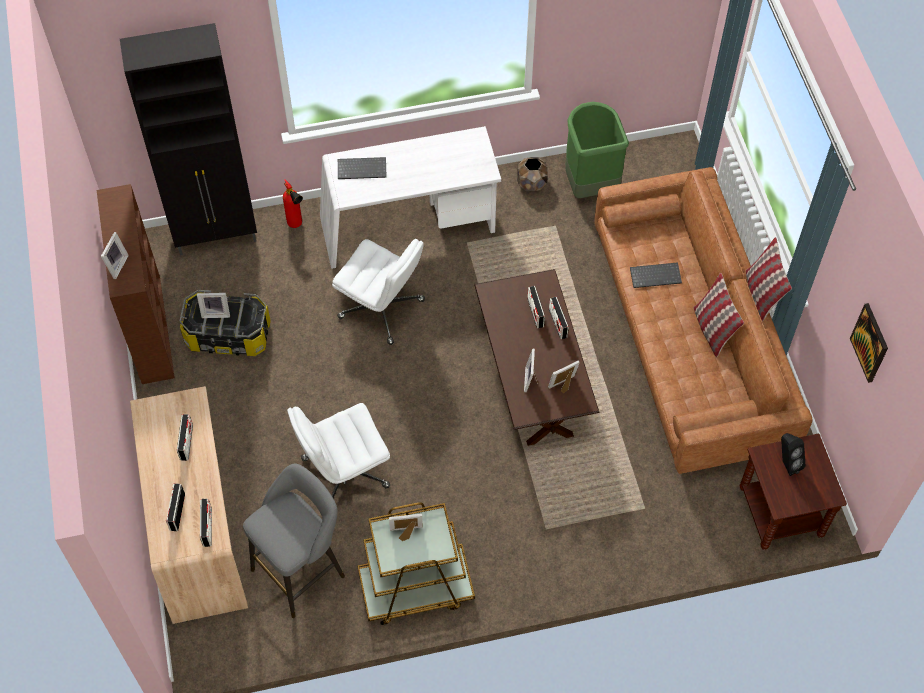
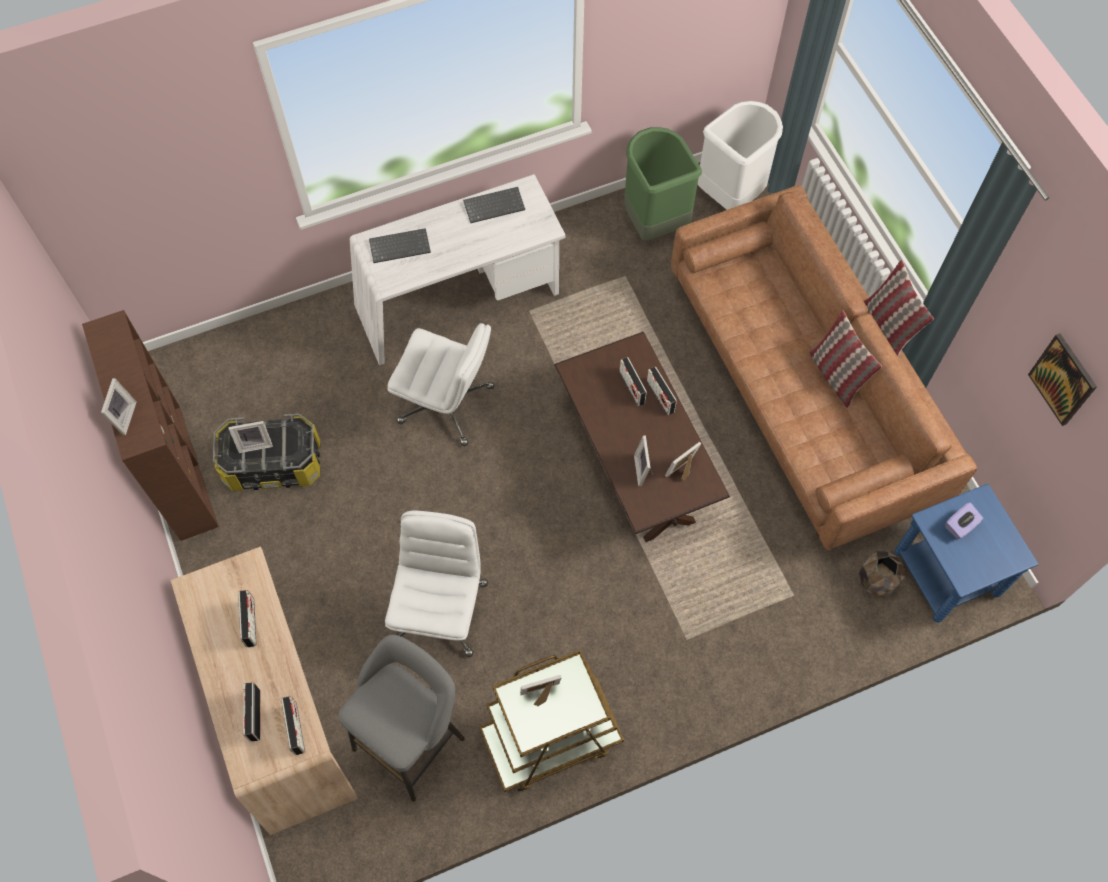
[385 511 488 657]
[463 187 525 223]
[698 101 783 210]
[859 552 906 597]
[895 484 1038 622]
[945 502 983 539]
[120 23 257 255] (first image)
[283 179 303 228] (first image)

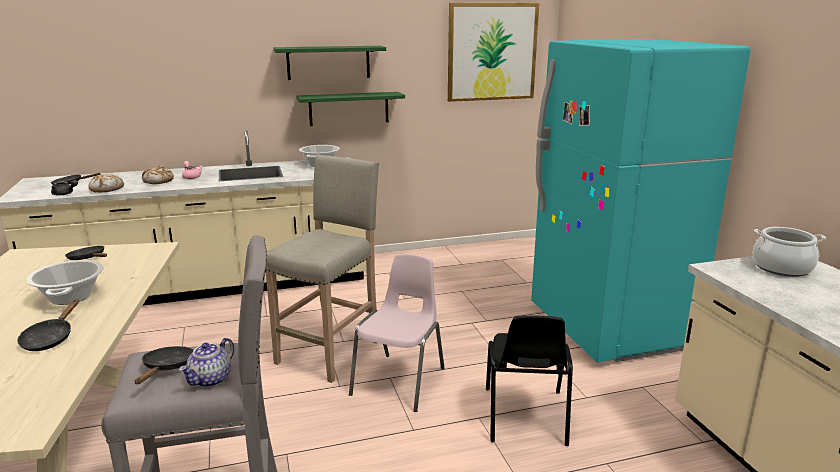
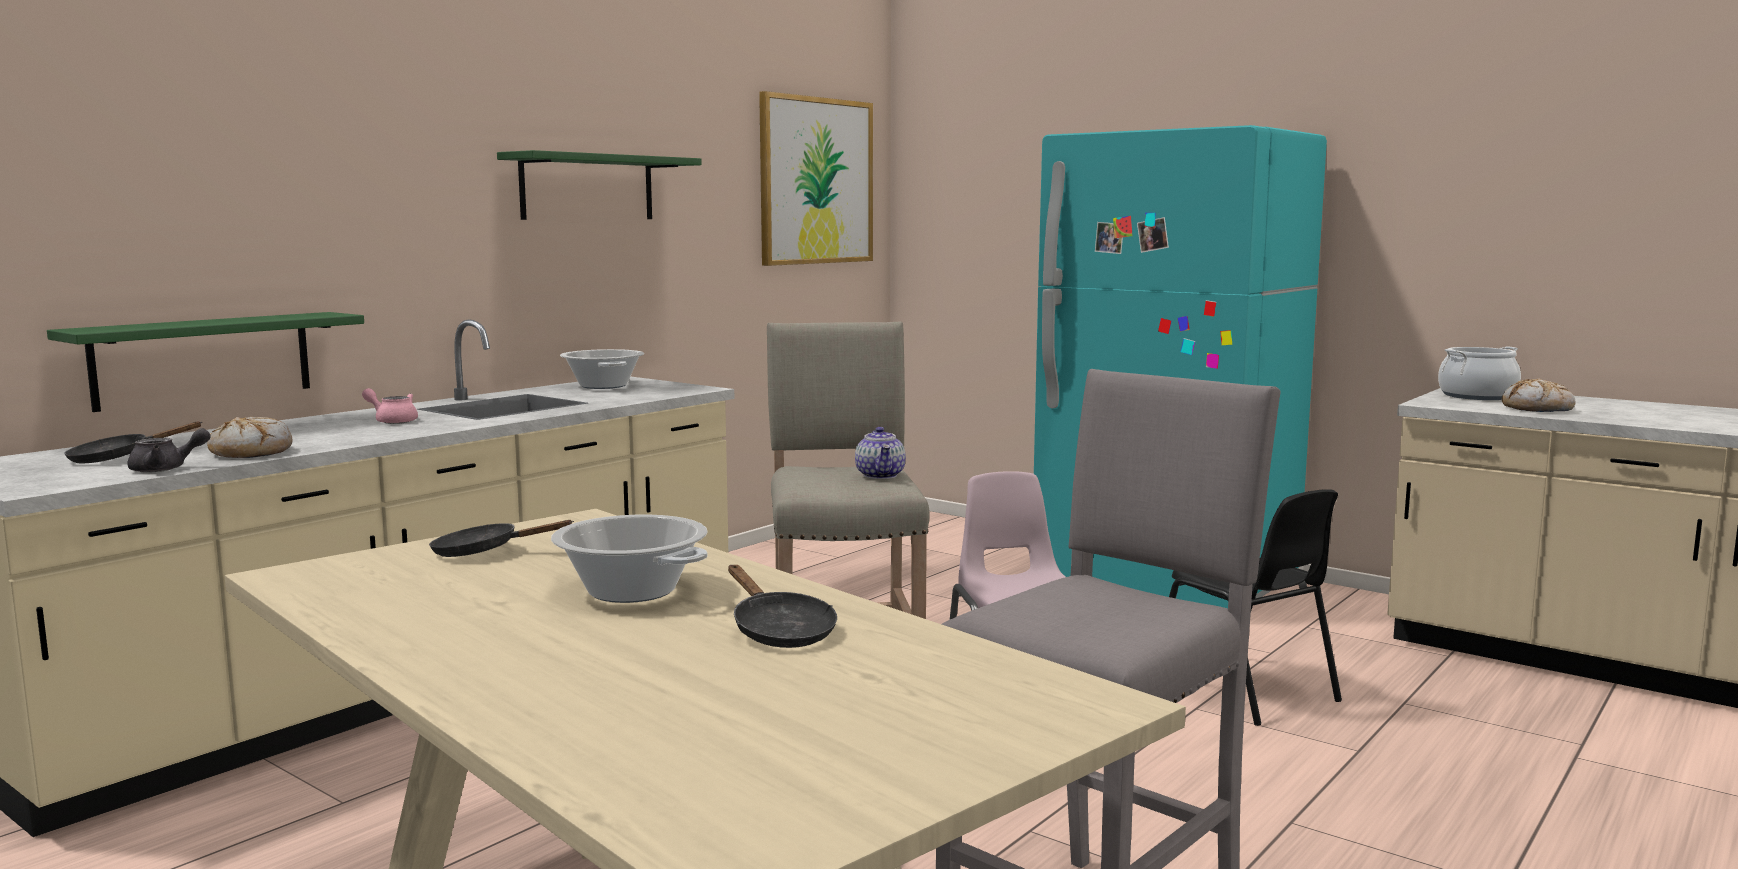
[47 312 364 412]
[855 427 906 479]
[1502 378 1575 412]
[134 346 194 384] (first image)

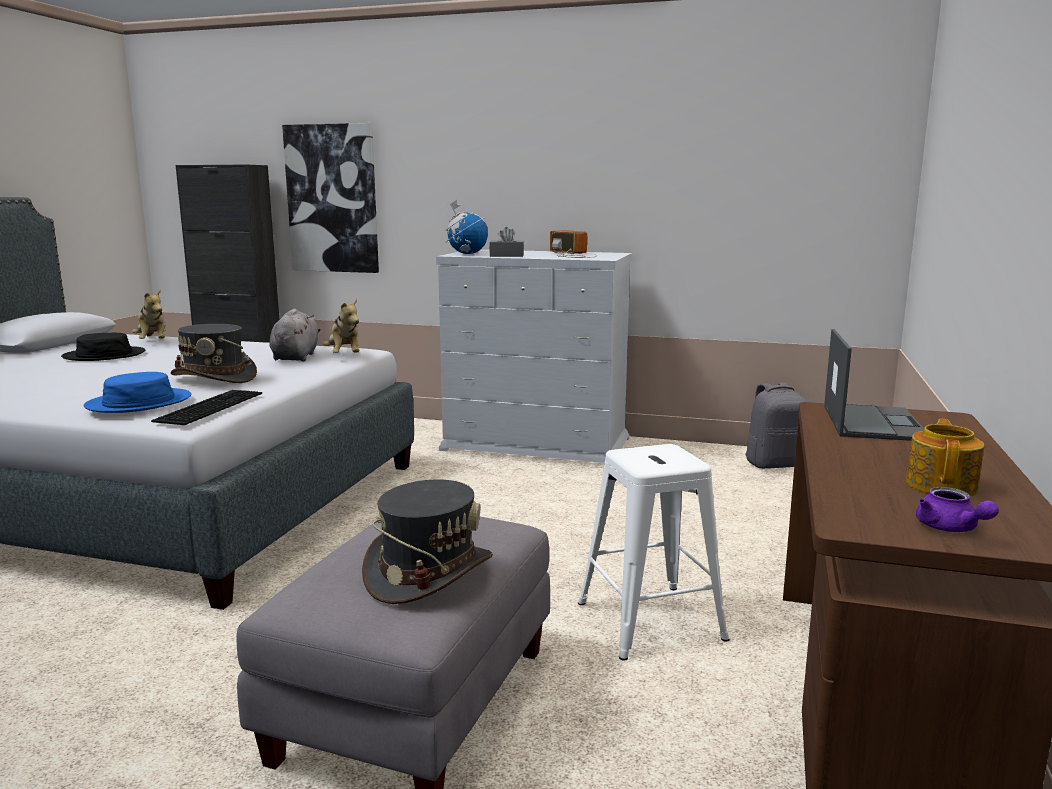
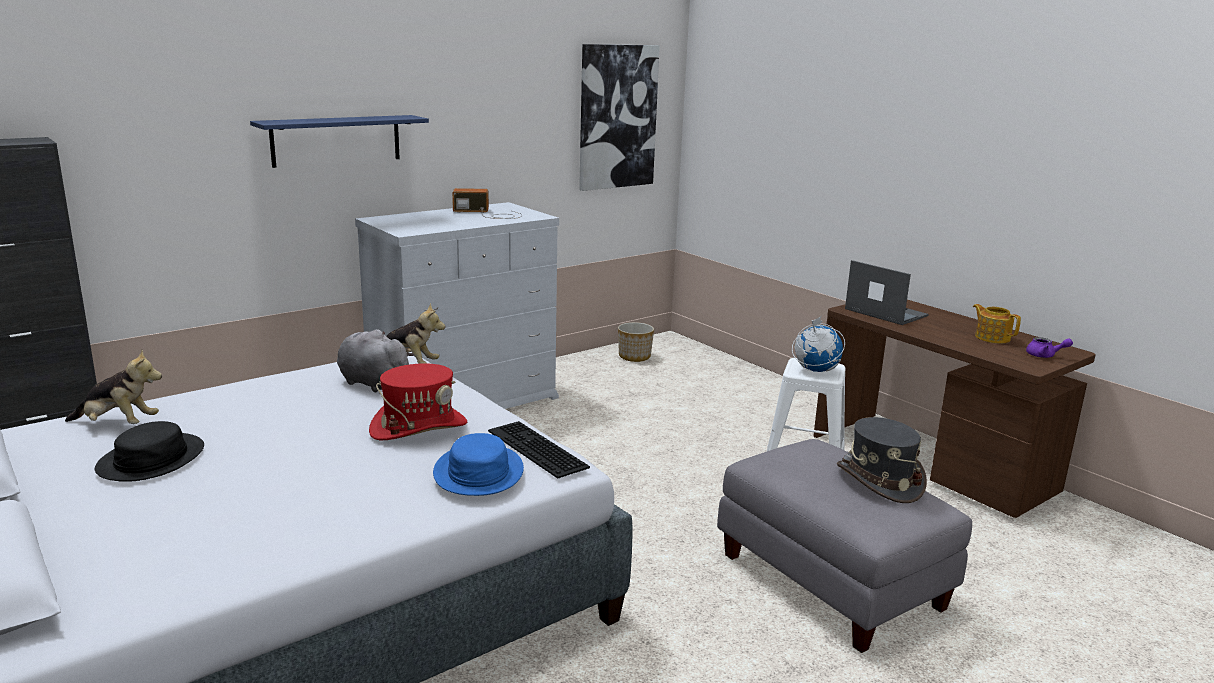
[250 115 429 168]
[369 363 467 441]
[579 44 660 191]
[618 322 654 362]
[792 316 845 372]
[489 227 524 257] (first image)

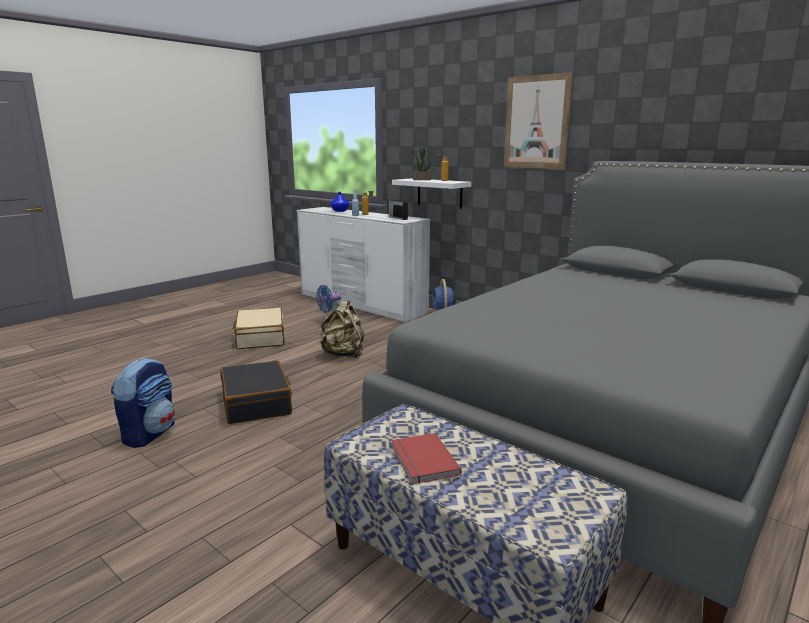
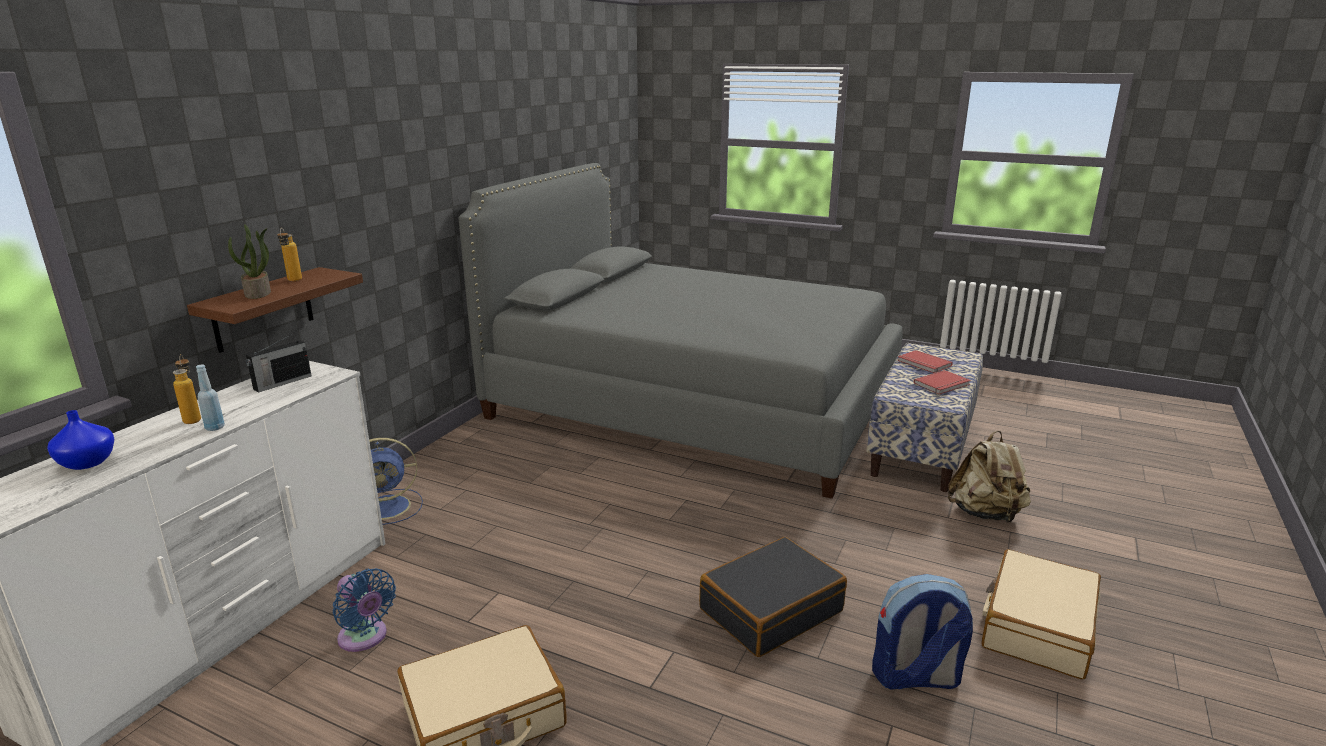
[187 267 363 353]
[897 350 953 373]
[948 431 1031 523]
[981 549 1101 680]
[504 72 573 169] (first image)

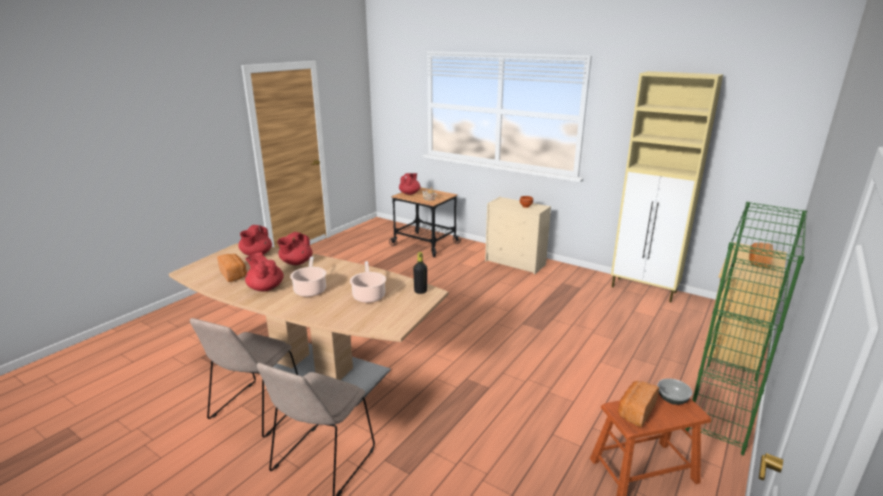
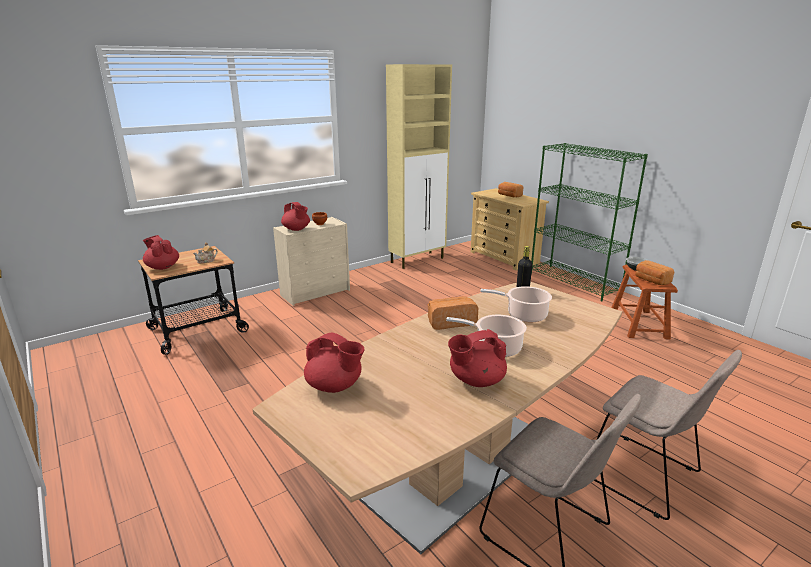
[281 202 310 231]
[428 297 478 330]

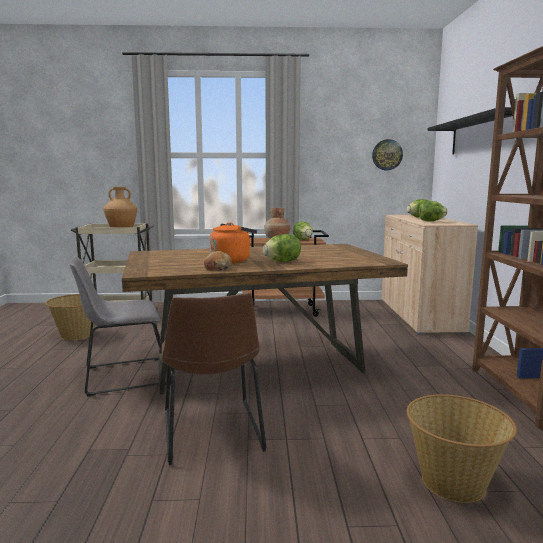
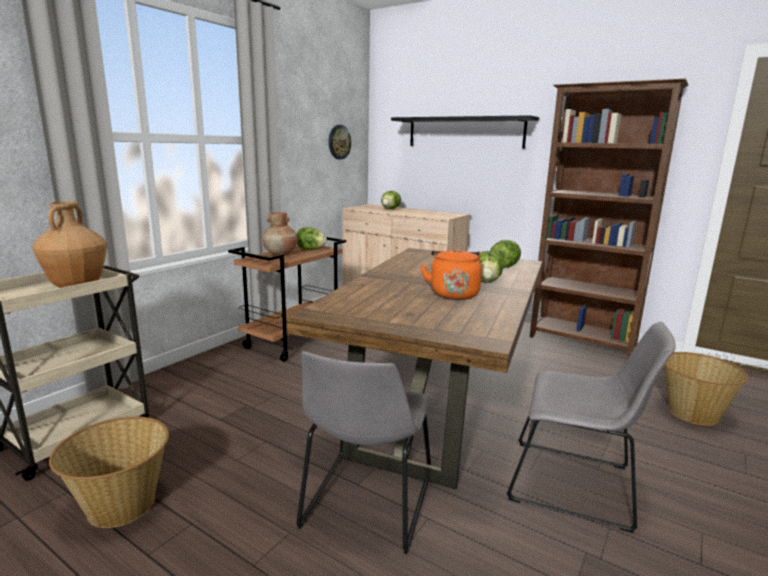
[490 240 521 268]
[507 322 676 533]
[204 251 232 271] (first image)

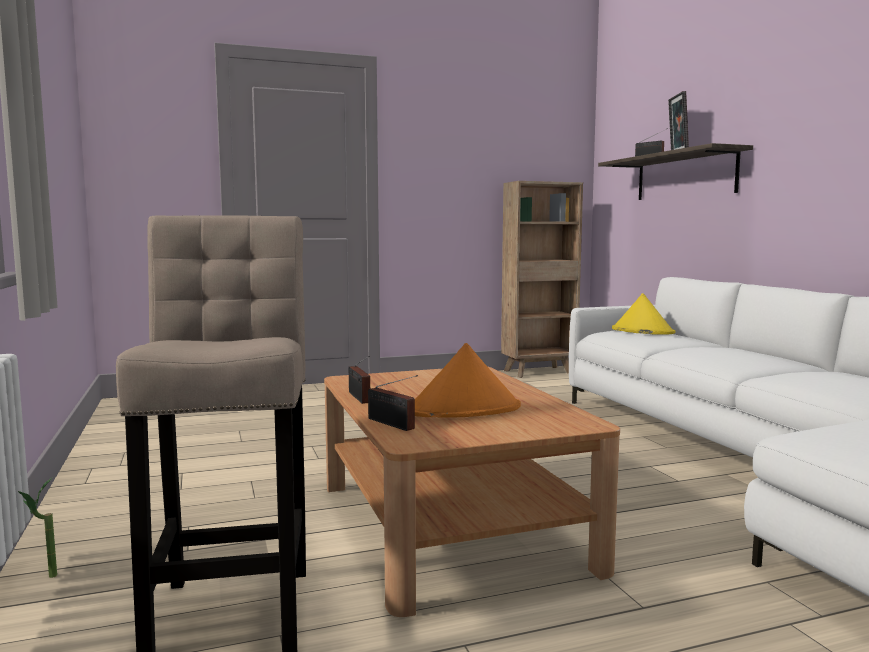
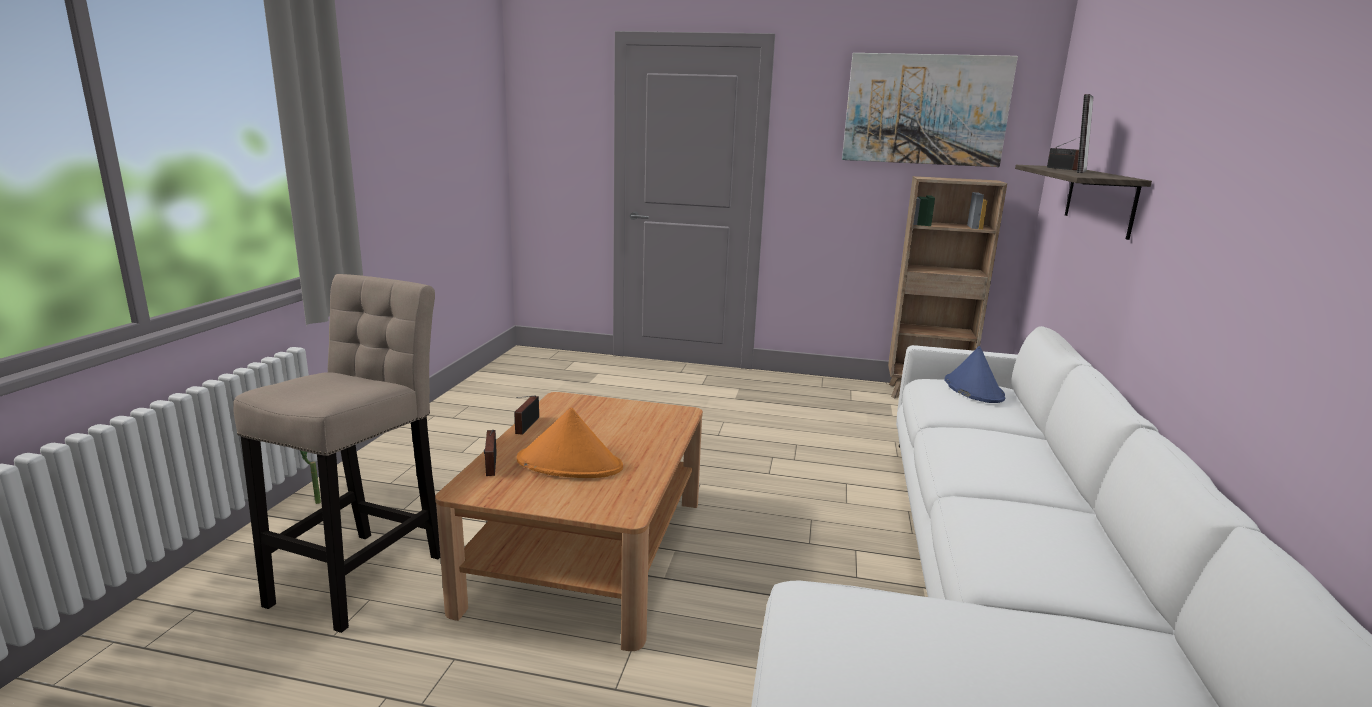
[842 53 1018 167]
[944 346 1006 403]

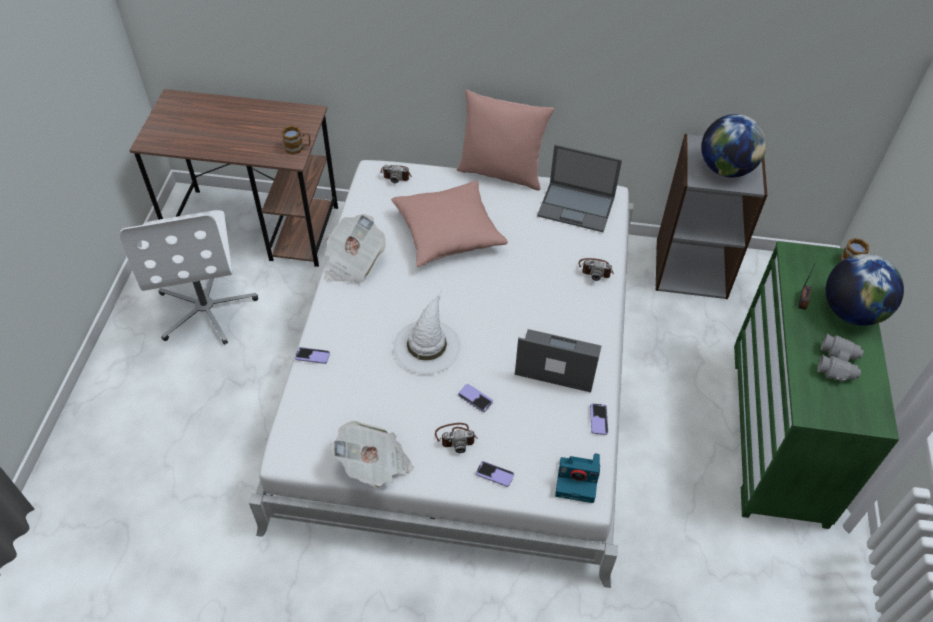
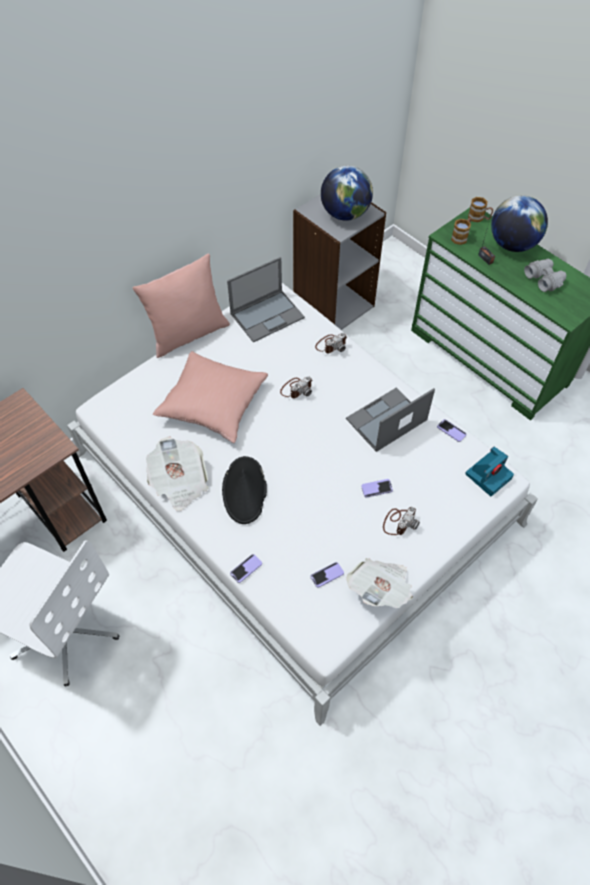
[222 456 267 524]
[280 376 312 399]
[310 562 344 588]
[451 218 471 245]
[393 291 461 375] (first image)

